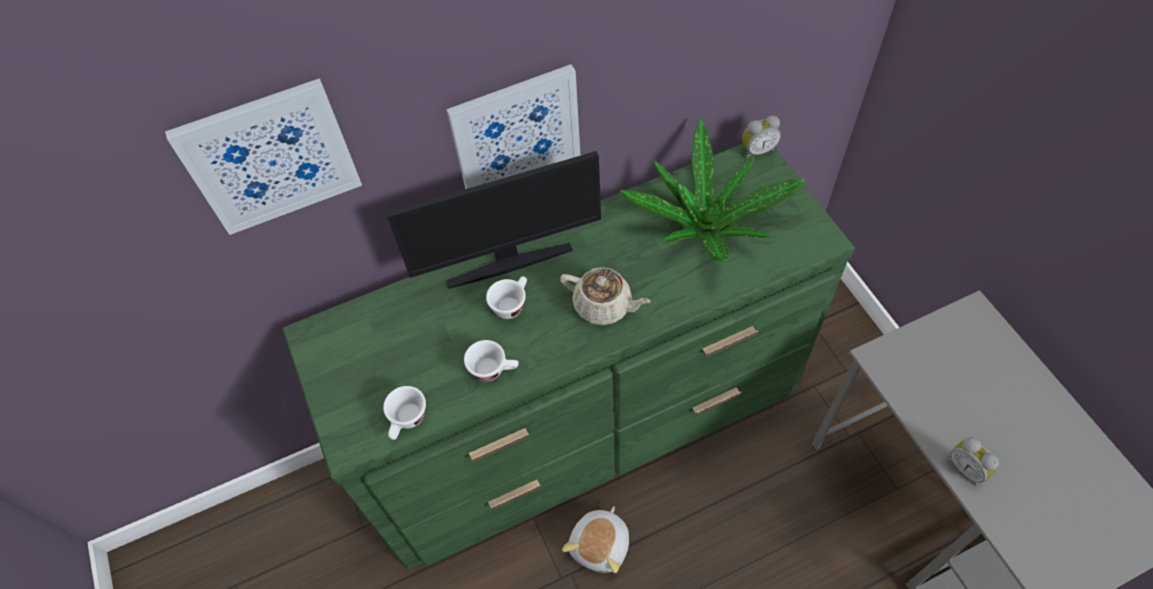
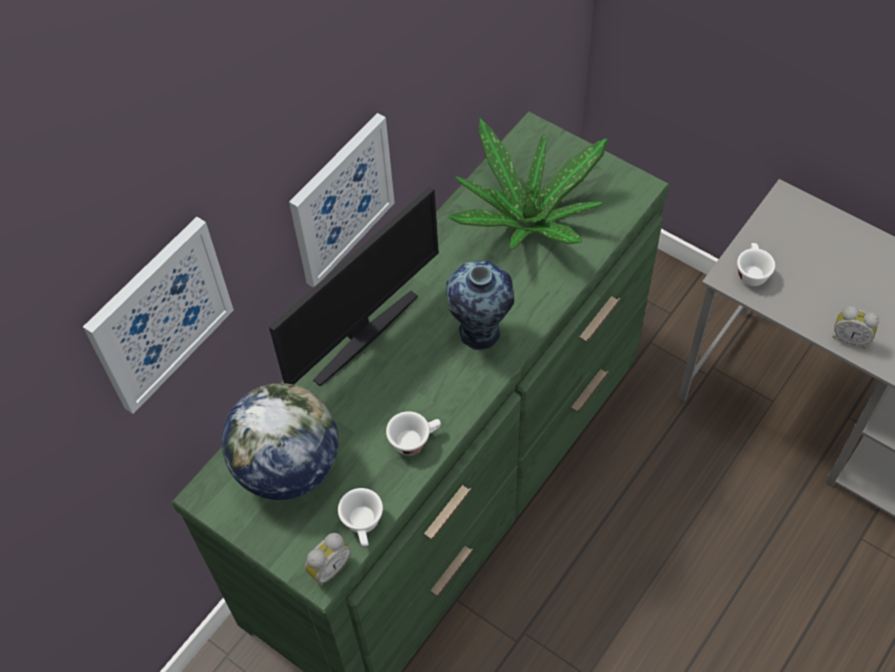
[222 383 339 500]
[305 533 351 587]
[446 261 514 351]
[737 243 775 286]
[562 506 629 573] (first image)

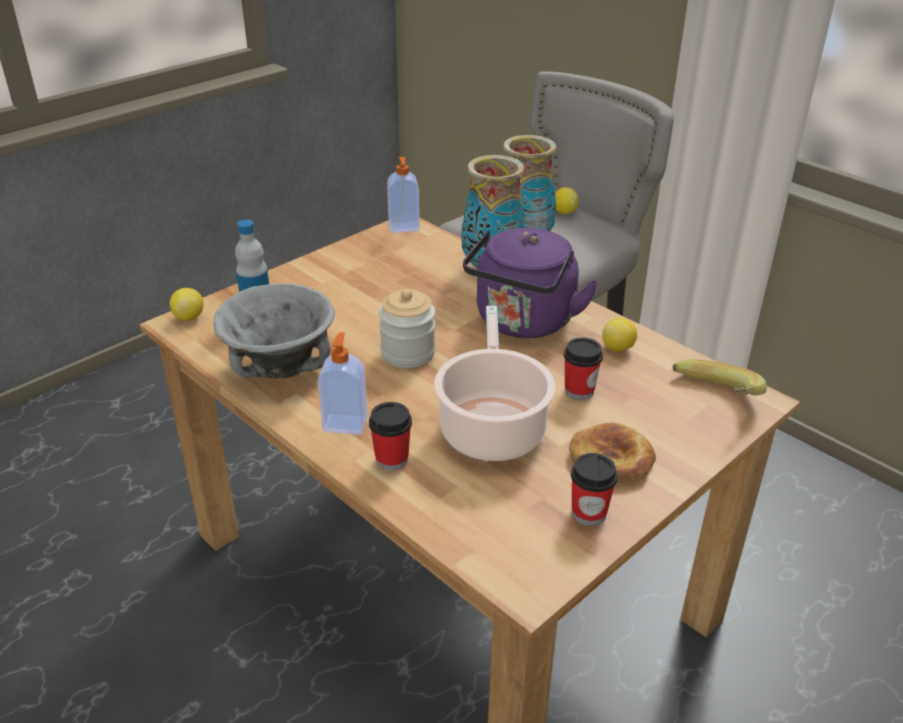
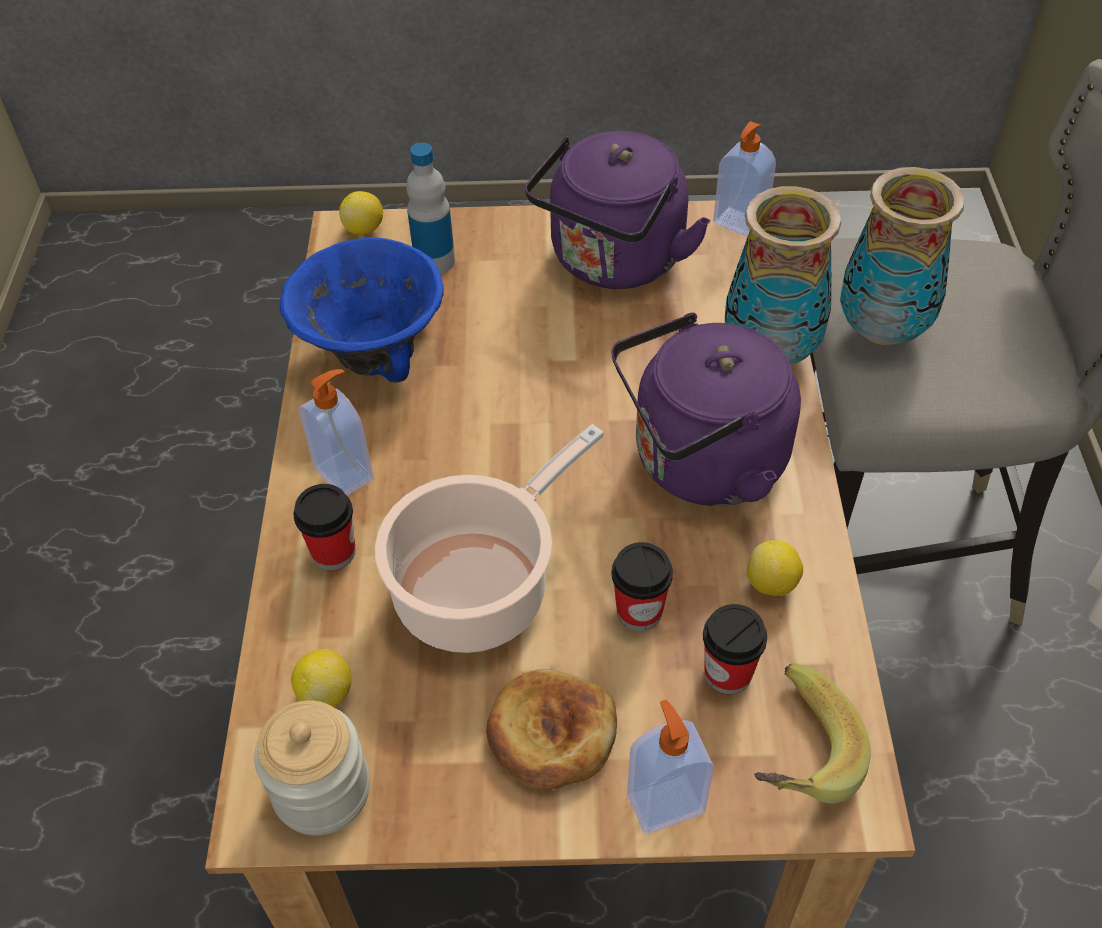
[254 700 370 835]
[280 237 444 383]
[291 649 352 707]
[525 131 711 289]
[627 700 714 834]
[703 604 767 694]

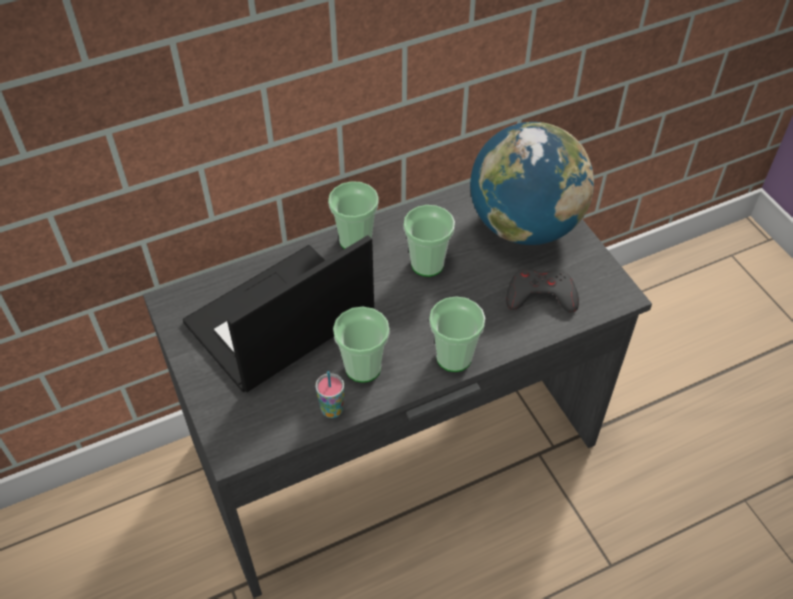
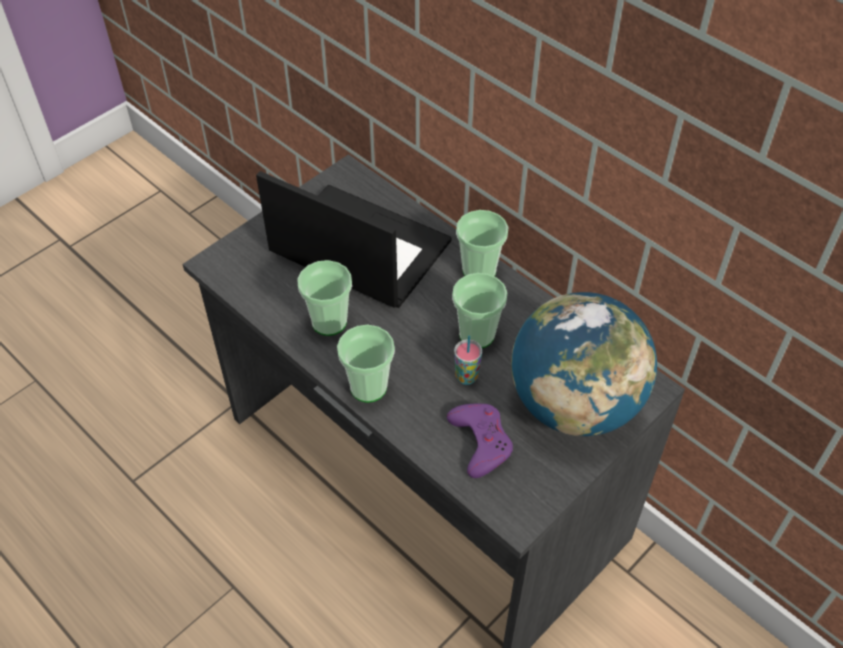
[447 404 513 478]
[454 336 482 385]

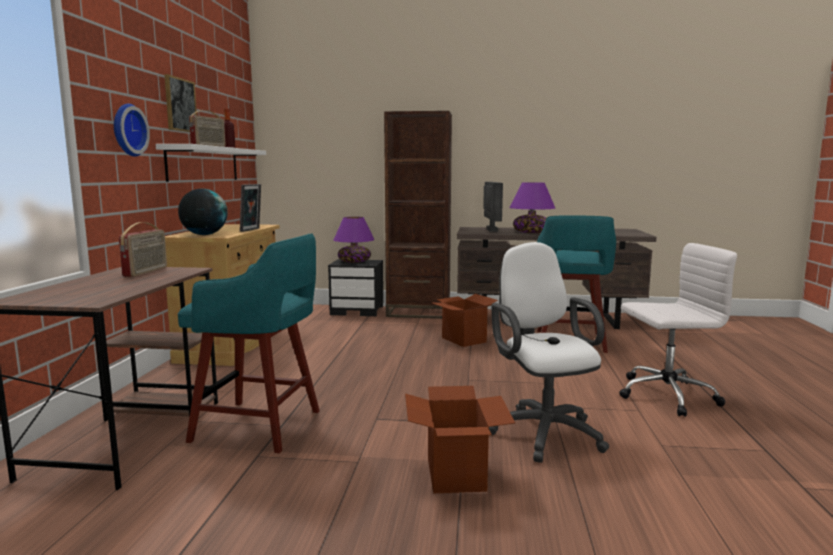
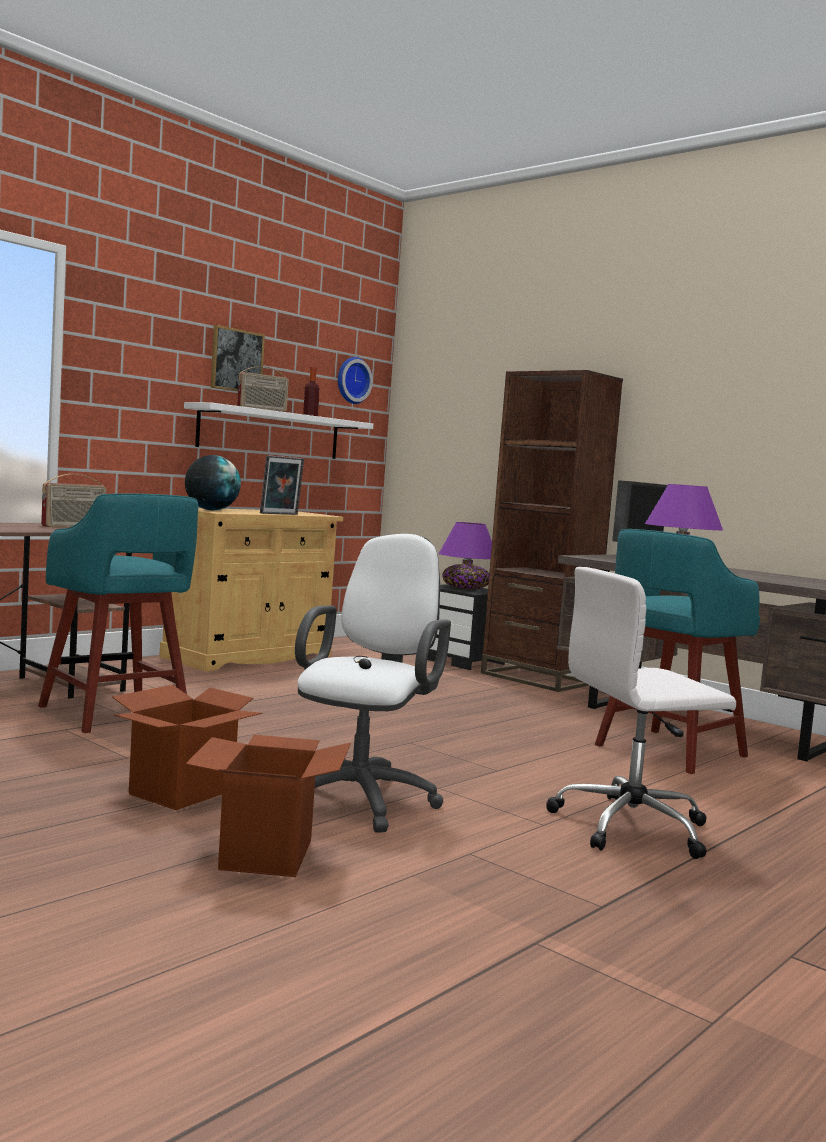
[186 735 351 877]
[338 357 373 404]
[546 567 736 859]

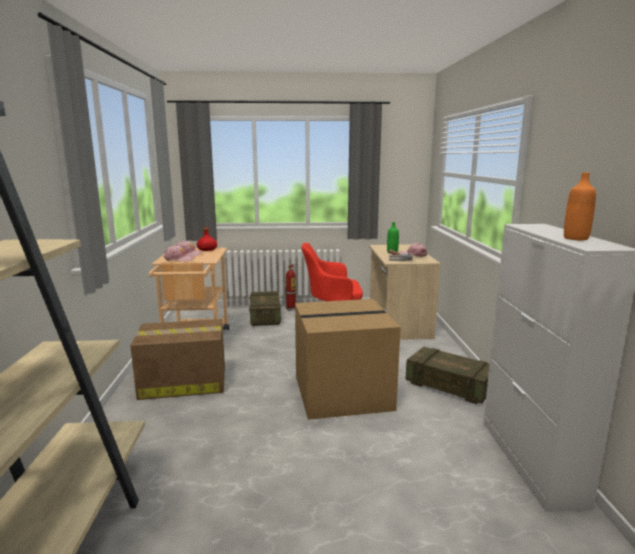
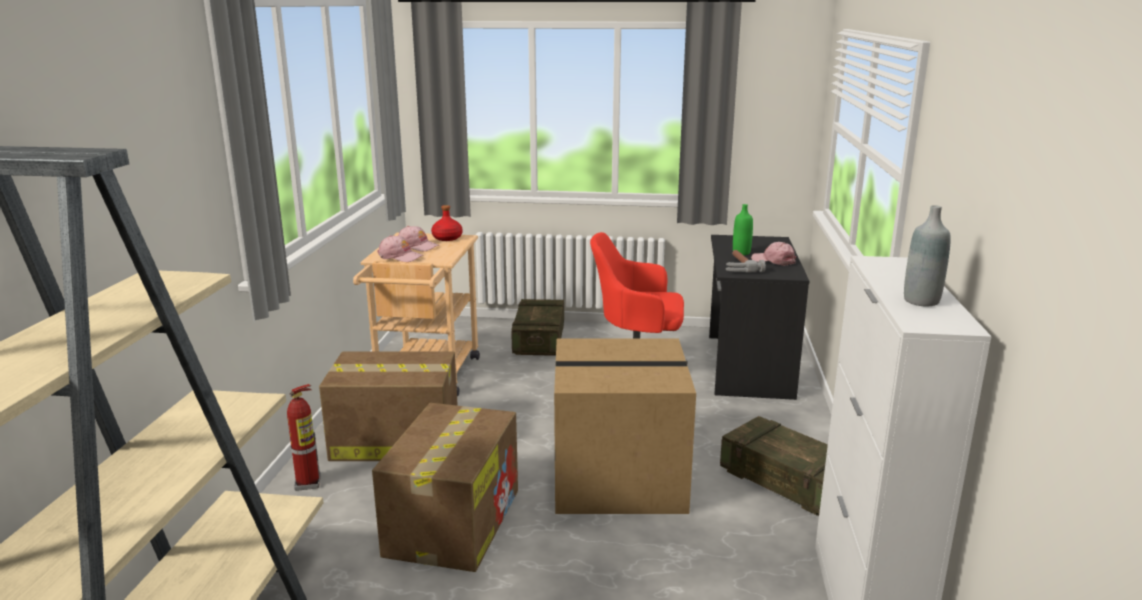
[287 384 321 491]
[372 403 518 572]
[709 235 809 400]
[904 205 951 306]

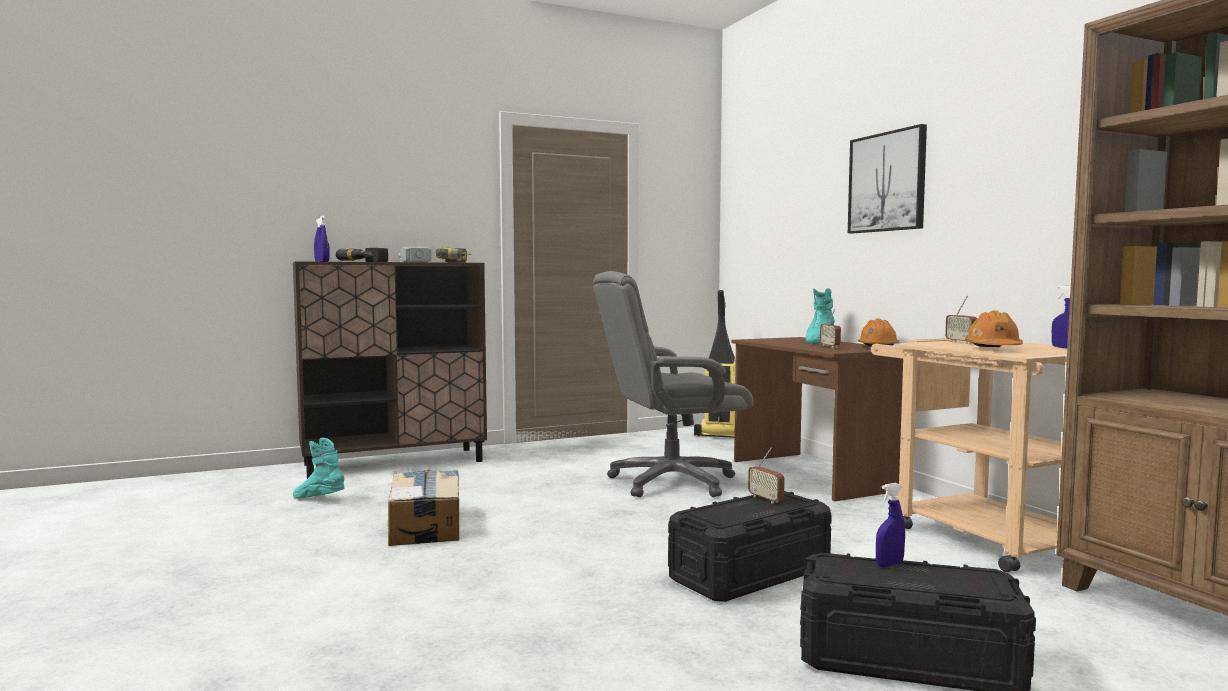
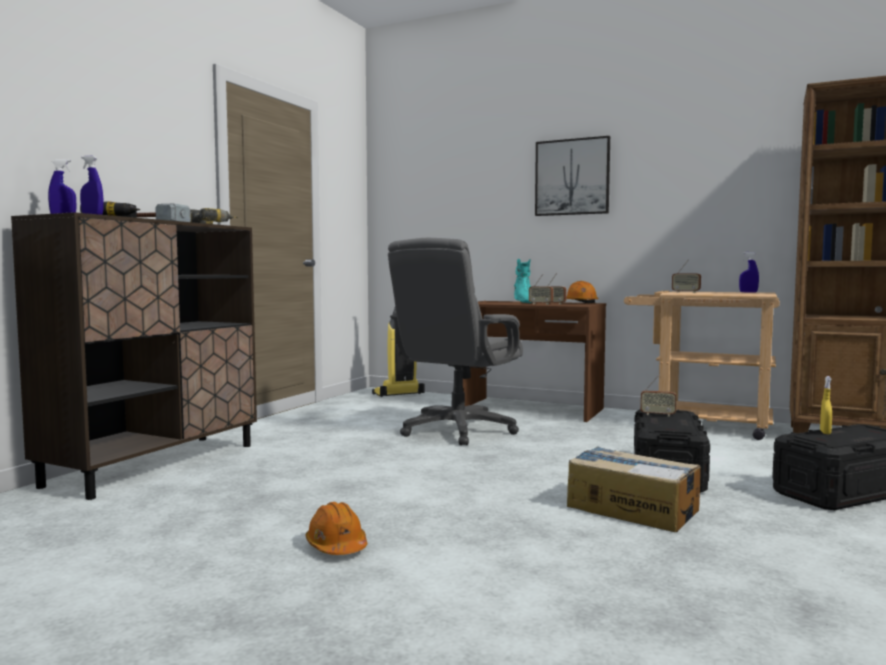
[305 502 367 555]
[529 274 553 305]
[567 446 701 532]
[820 376 832 434]
[293 438 345 498] (first image)

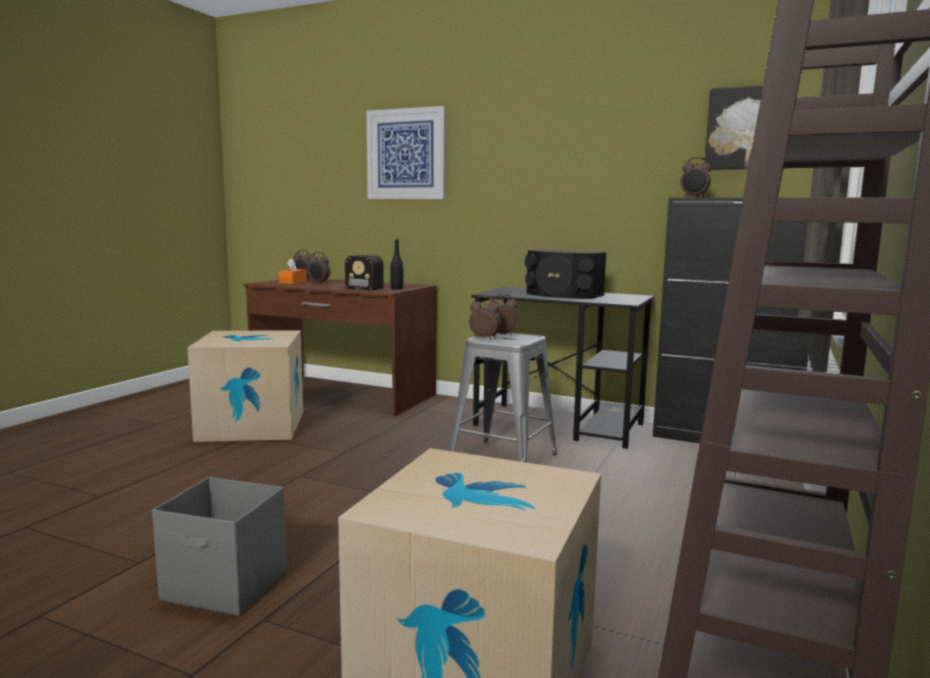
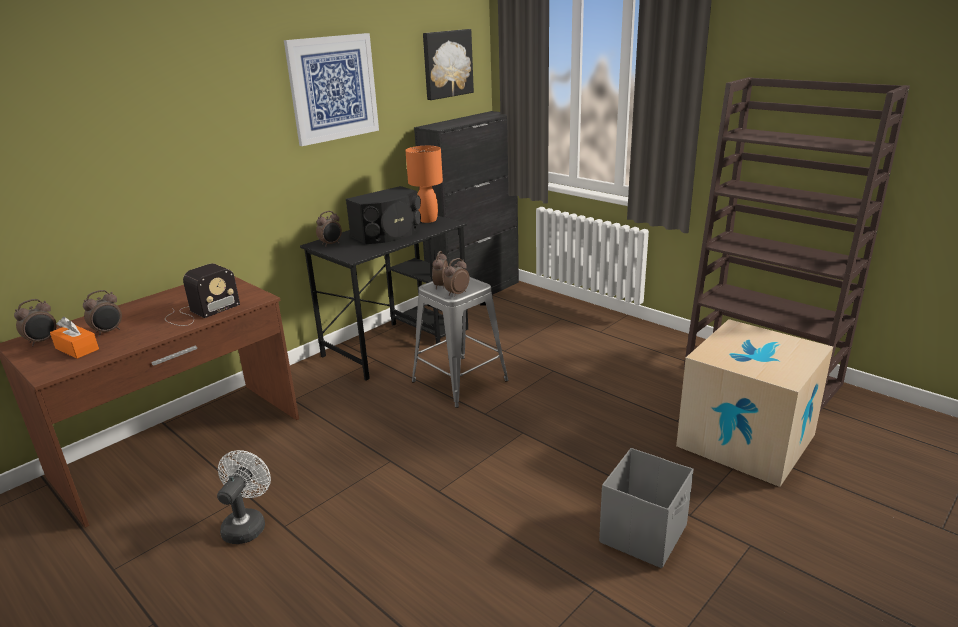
[217 450 271 544]
[284 33 379 146]
[316 211 342 247]
[405 146 443 223]
[390 239 404 290] (first image)

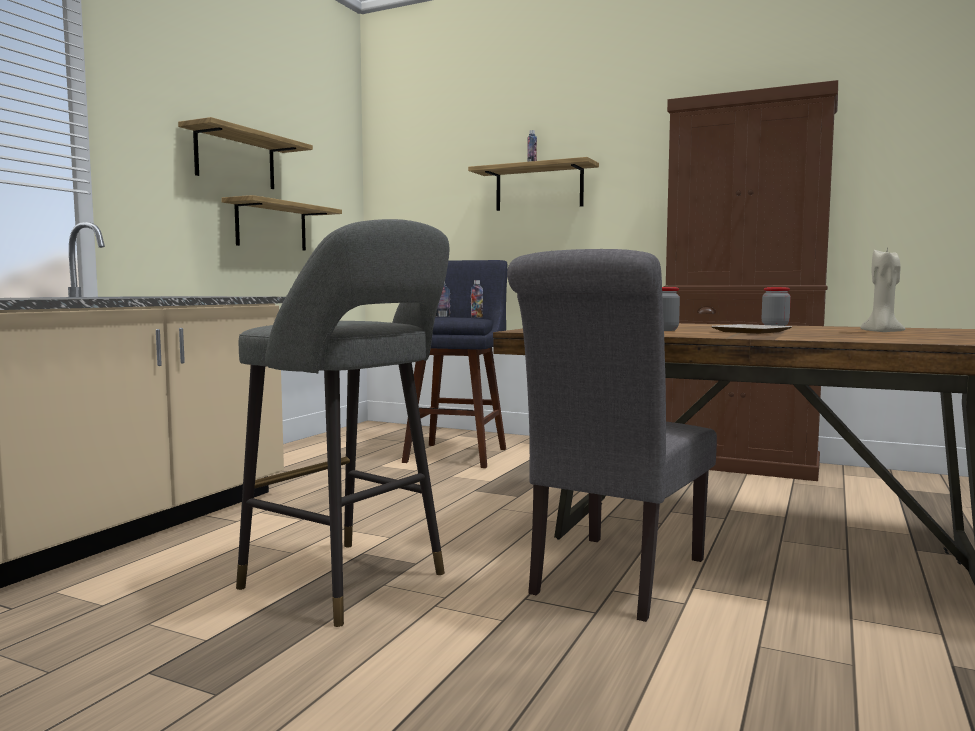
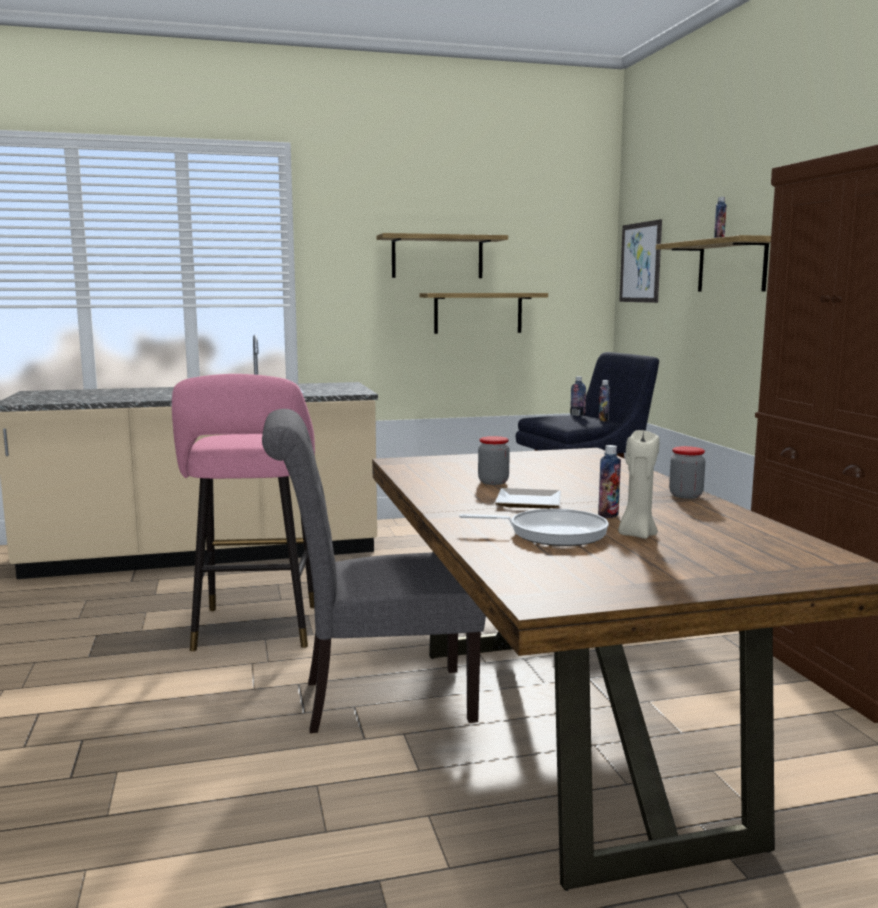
[172 374 315 651]
[459 509 609 546]
[598 445 621 518]
[619 219 662 303]

